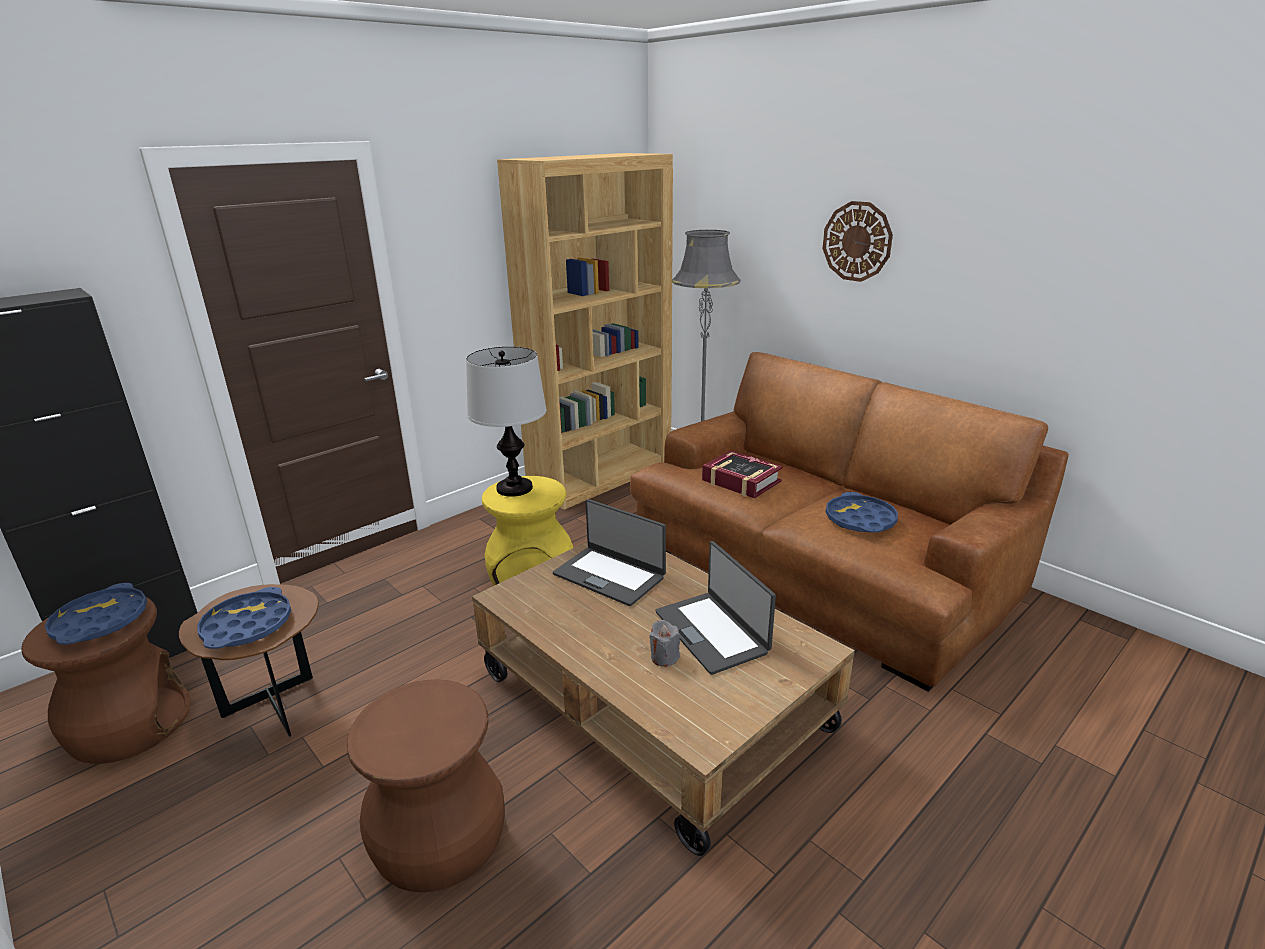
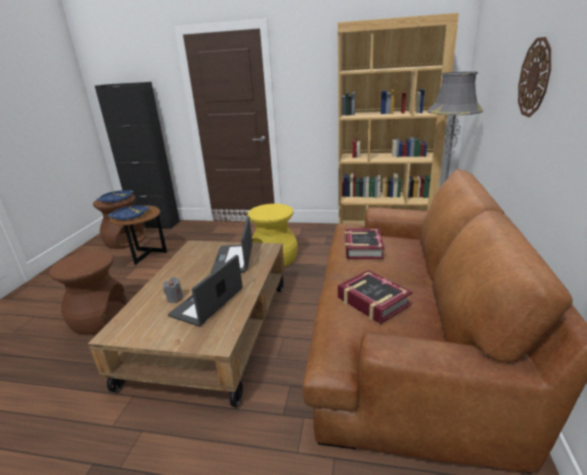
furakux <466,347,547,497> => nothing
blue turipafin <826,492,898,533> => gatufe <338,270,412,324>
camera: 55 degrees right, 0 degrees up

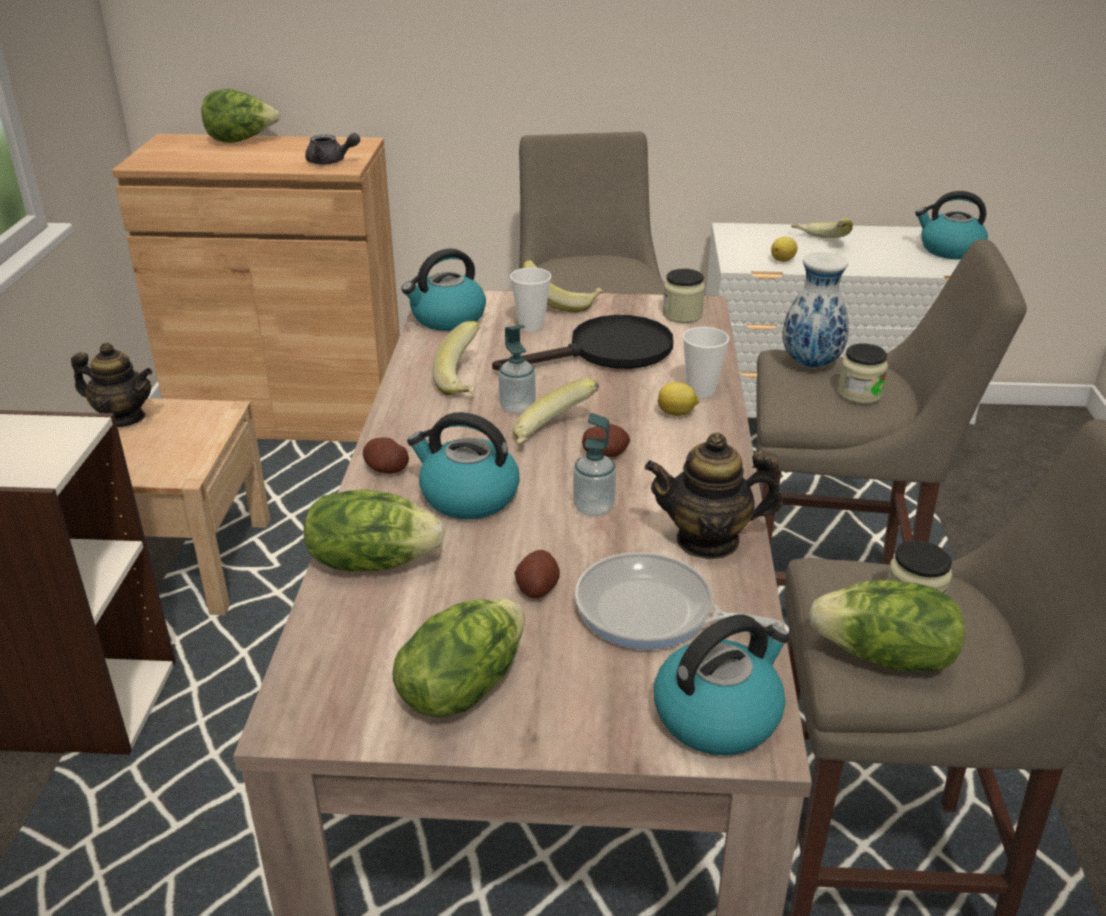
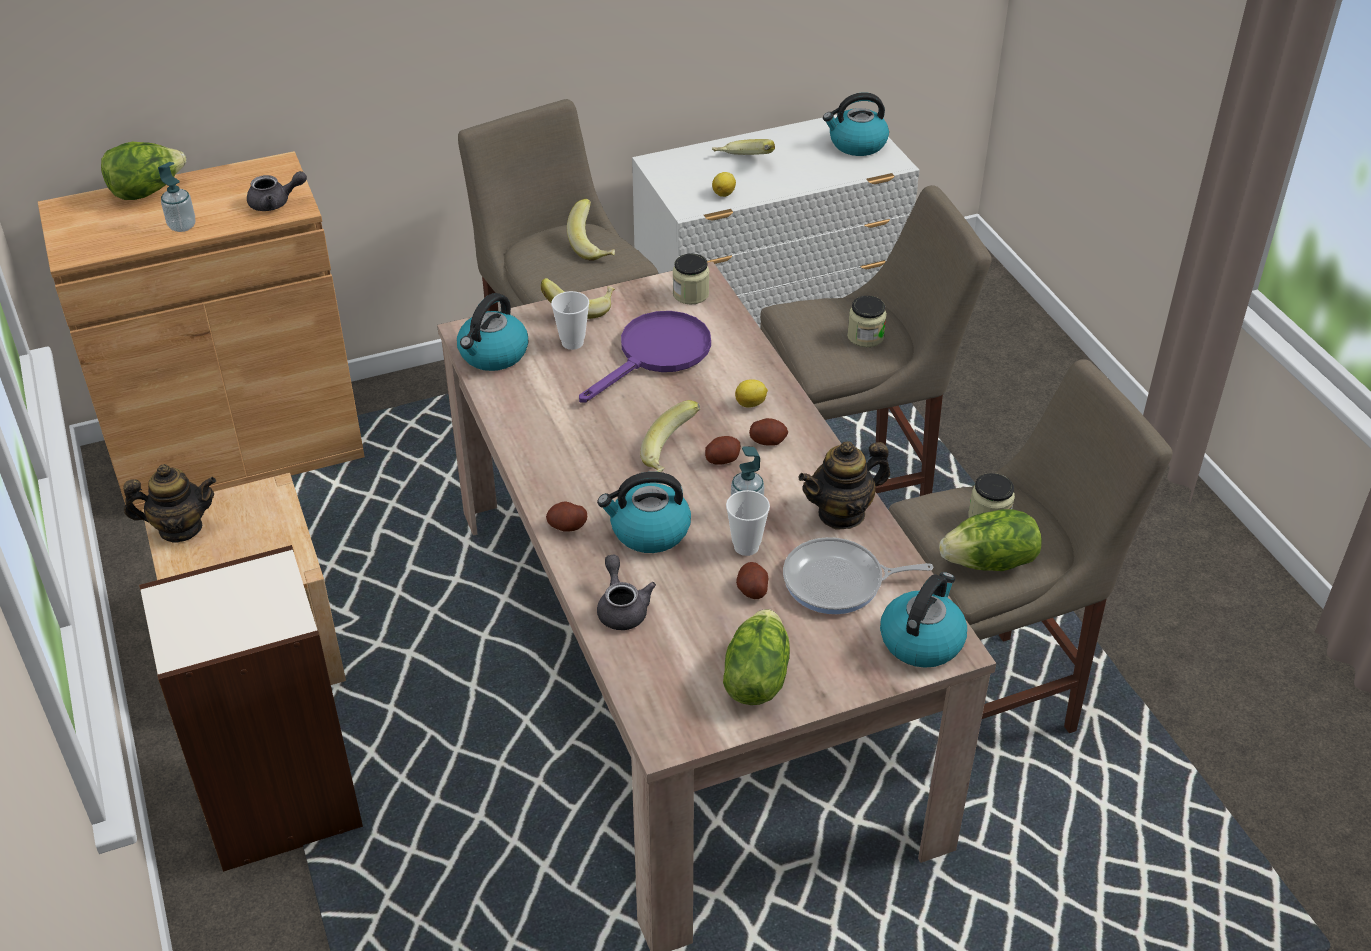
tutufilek <782,252,849,369> => nothing
nothing => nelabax <749,418,788,446>
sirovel <432,321,480,395> => sirovel <567,199,615,261>, move
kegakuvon <498,325,536,415> => kegakuvon <158,162,195,232>, move
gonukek <683,327,729,398> => gonukek <726,490,770,556>, move
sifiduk <304,489,444,571> => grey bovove <597,555,656,630>
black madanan <492,315,673,370> => purple madanan <579,311,711,403>
camera: 25 degrees left, 10 degrees up

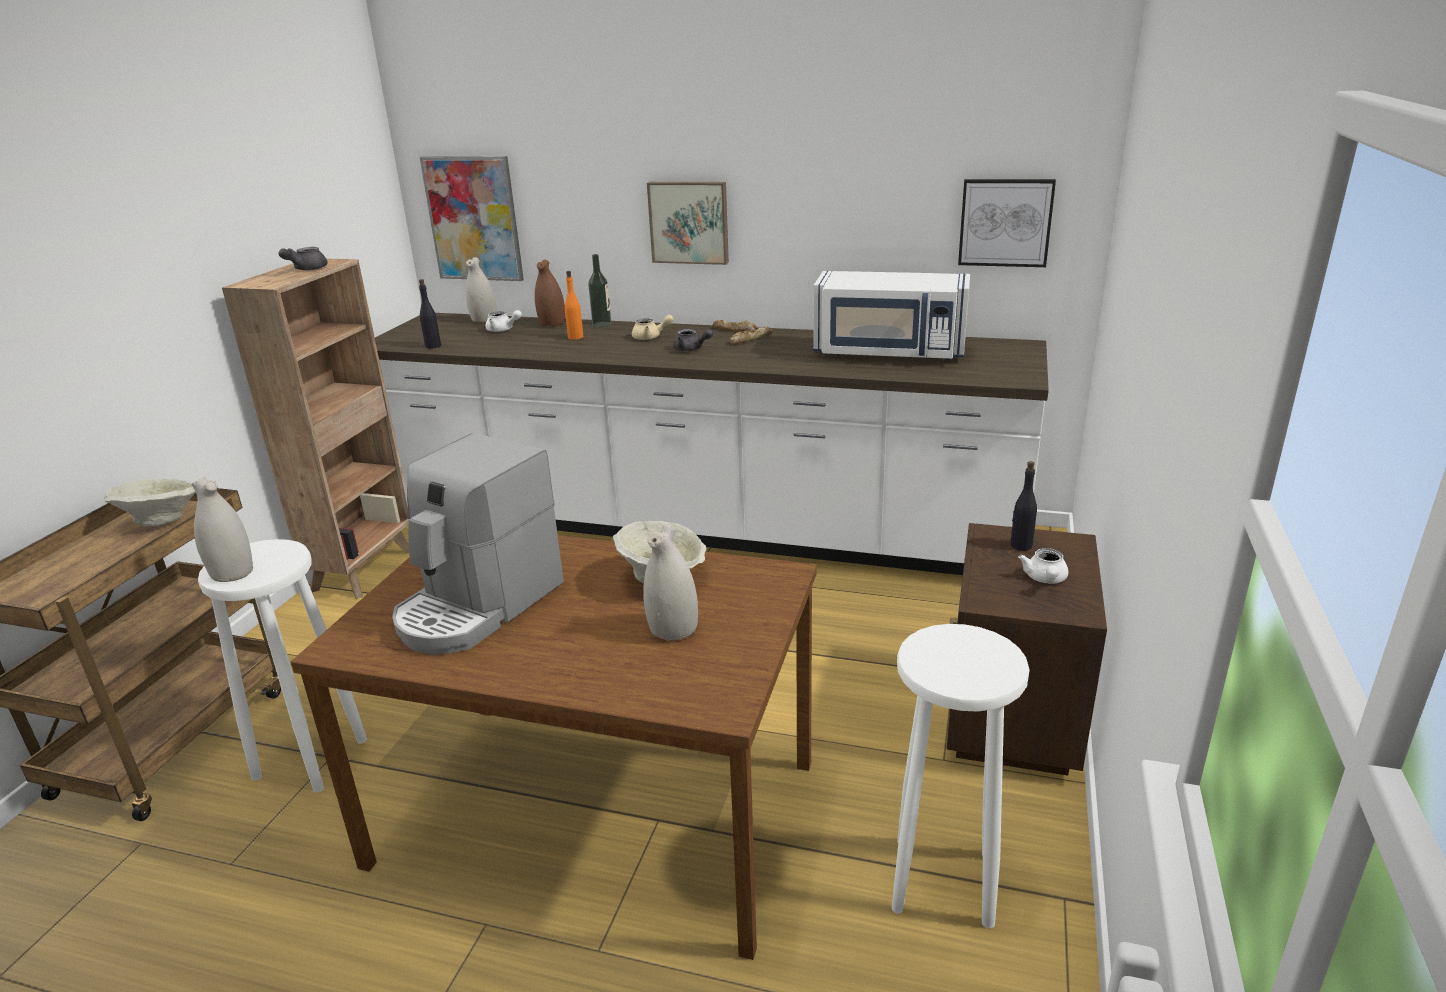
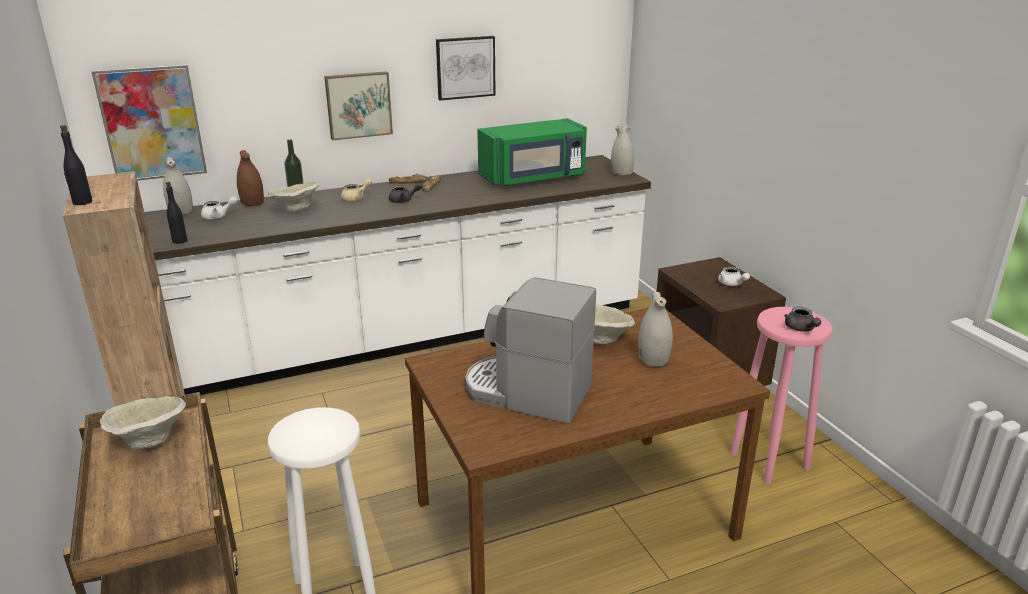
white tutufilek <191,477,253,582> => white tutufilek <611,124,634,176>, move
grey bovove <279,247,328,271> => grey bovove <784,307,821,332>, move
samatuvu <958,179,1056,267> => samatuvu <436,36,496,101>, move
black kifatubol <1010,461,1037,551> => black kifatubol <60,125,93,205>, move
orange kifatubol <565,271,583,340> => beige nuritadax <267,181,319,212>
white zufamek <813,271,970,361> => green zufamek <477,118,587,186>
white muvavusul <892,624,1030,928> => pink muvavusul <730,307,832,485>
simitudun <392,433,564,654> => simitudun <465,277,596,424>, 120 degrees clockwise
camera: 40 degrees left, 0 degrees up

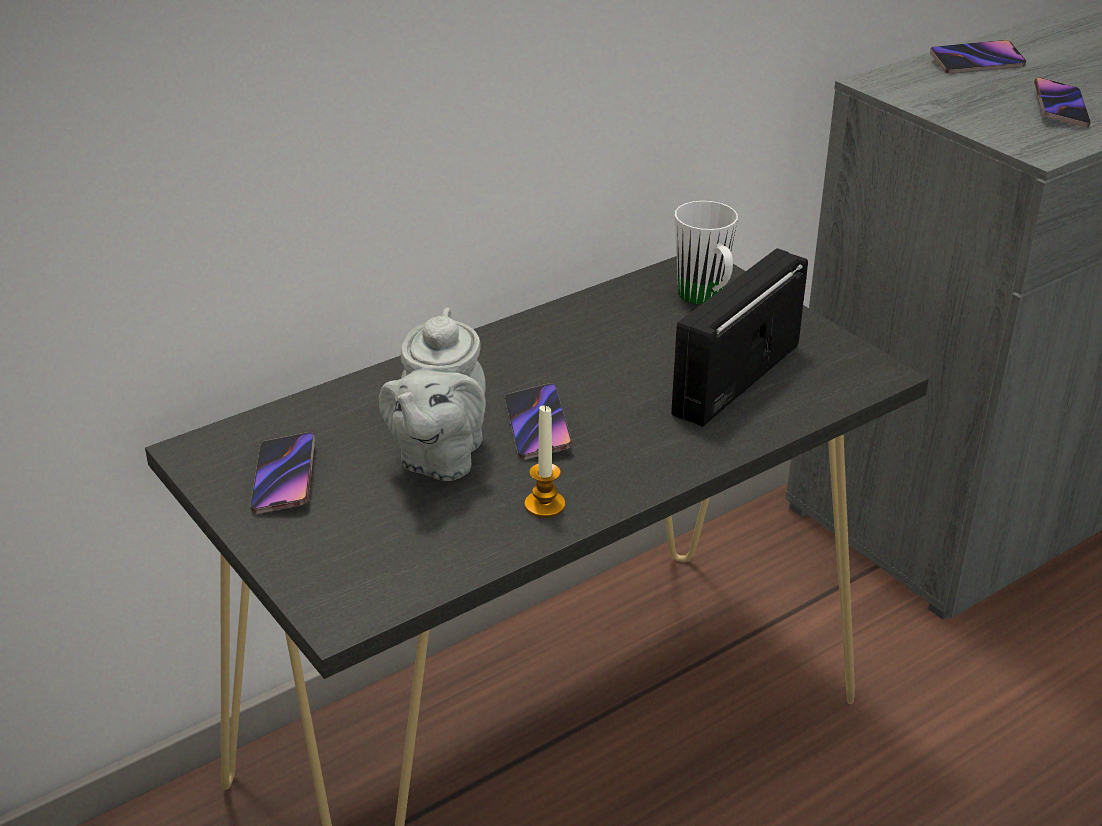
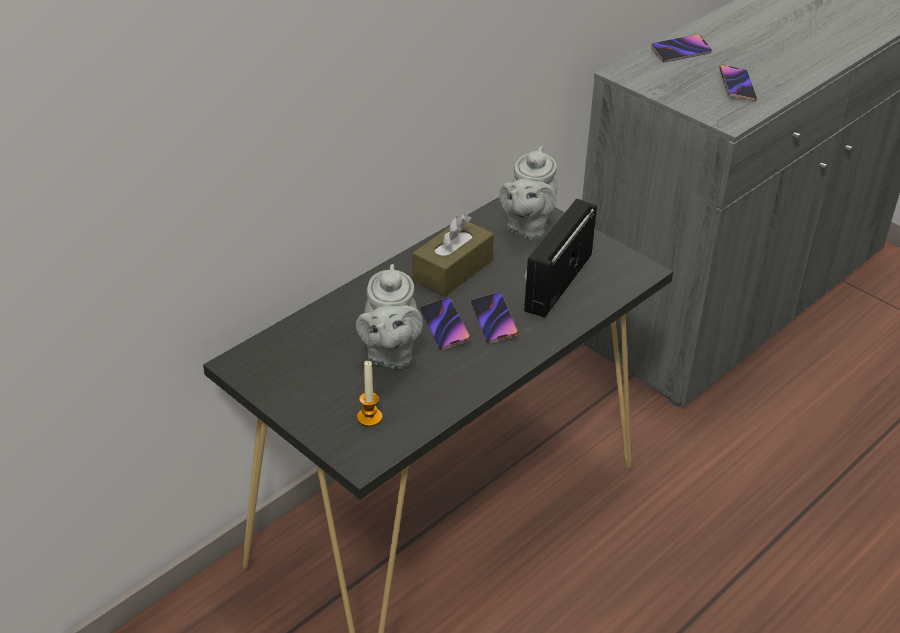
nothing => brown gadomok <412,214,494,297>
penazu <250,432,315,514> => penazu <471,292,518,344>, move
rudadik <525,405,565,518> => rudadik <357,361,382,427>, move
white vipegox <675,201,738,305> => grey bovove <499,146,557,240>
camera: 10 degrees left, 5 degrees up

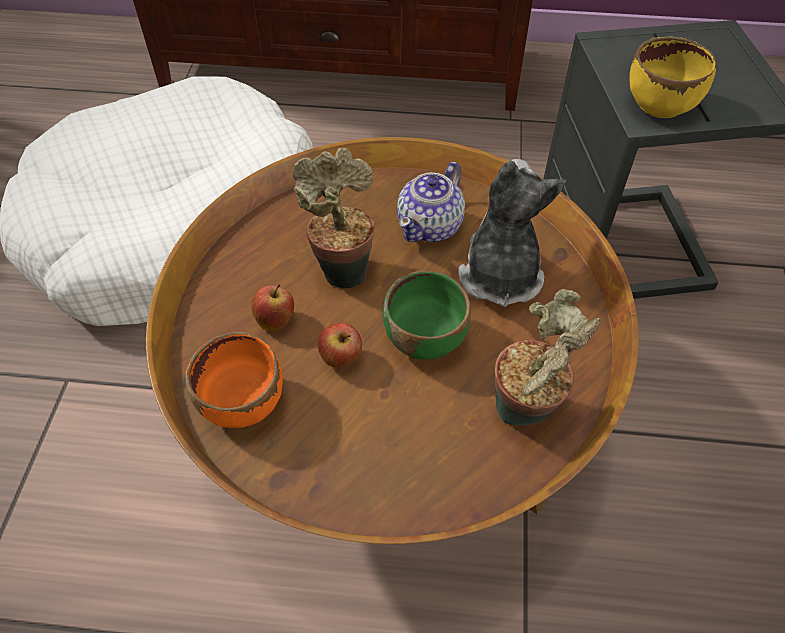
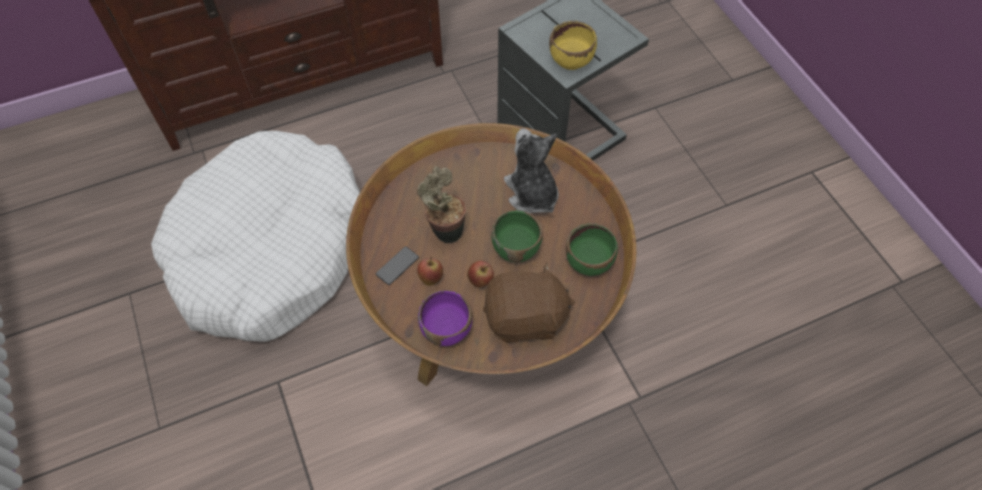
bovove <397,162,465,242> => nothing
nothing => penazu <376,246,419,285>
nothing => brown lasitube <483,263,575,343>
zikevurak <495,289,600,426> => green nuritadax <566,223,618,276>
orange nuritadax <185,332,283,428> => purple nuritadax <418,290,472,346>
camera: 30 degrees left, 5 degrees up

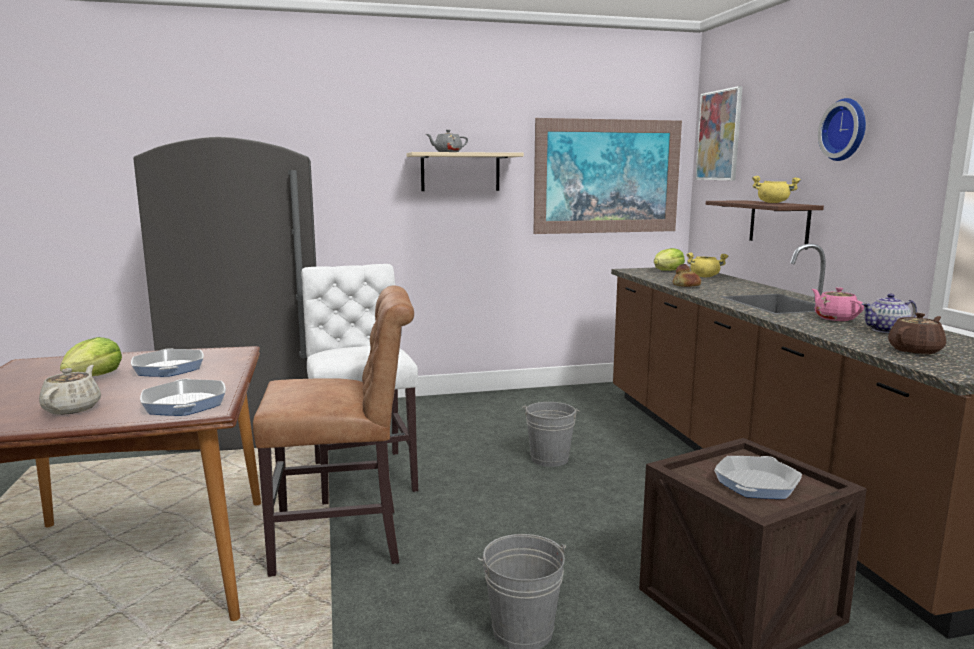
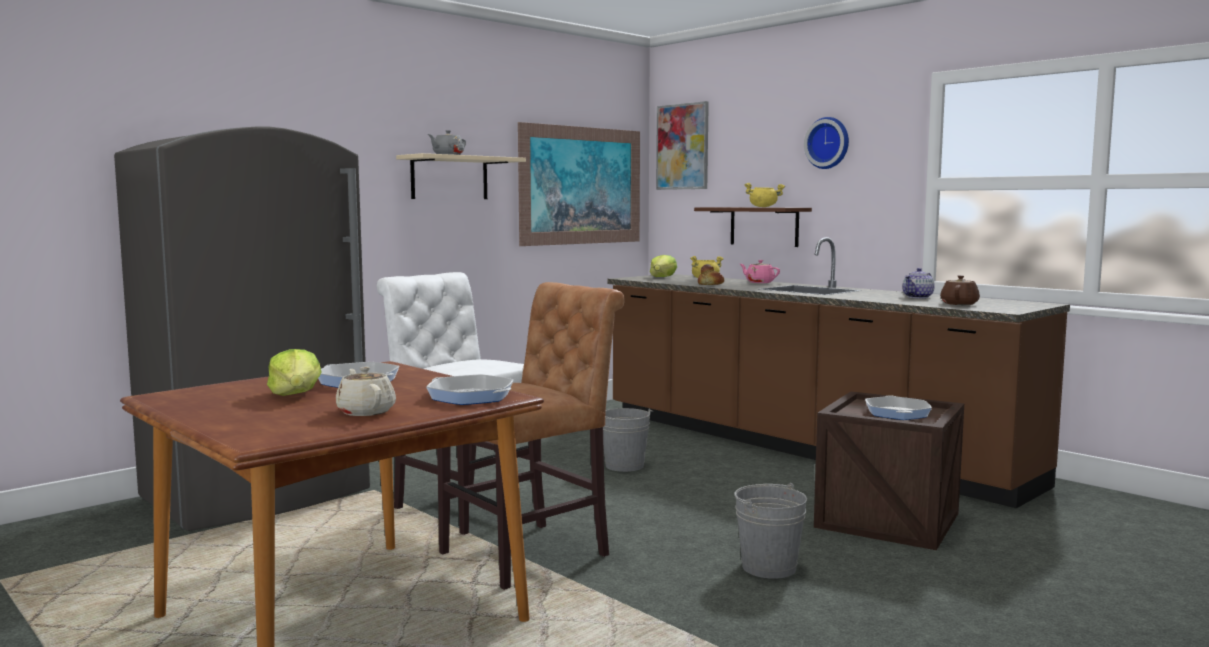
pink bovove <812,287,864,321> => pink bovove <740,260,780,283>, move
camera: 30 degrees left, 5 degrees down

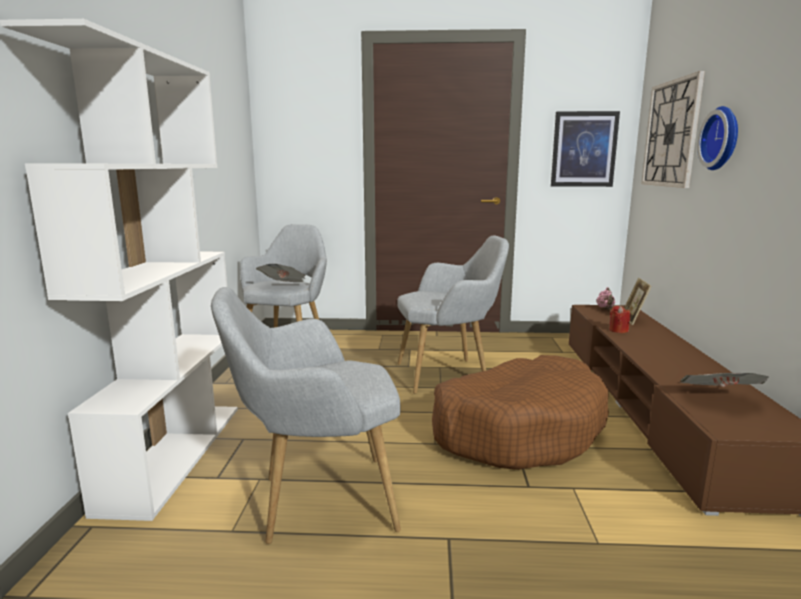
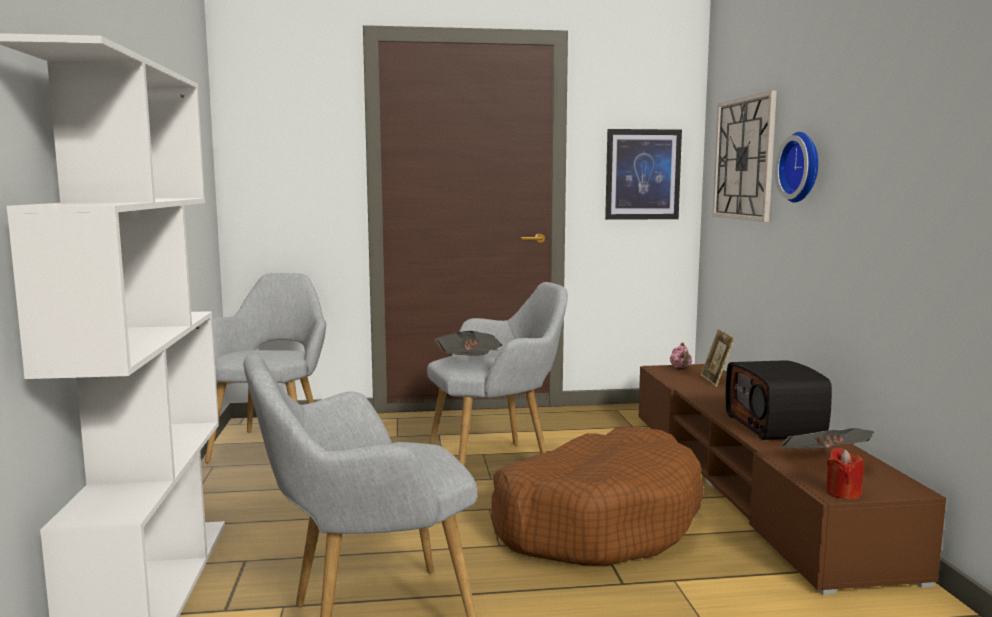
nothing => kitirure <726,360,832,440>
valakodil <256,264,306,282> => valakodil <434,331,502,356>, move
red rudadik <610,306,630,333> => red rudadik <826,448,864,500>, move
camera: 10 degrees left, 5 degrees down

